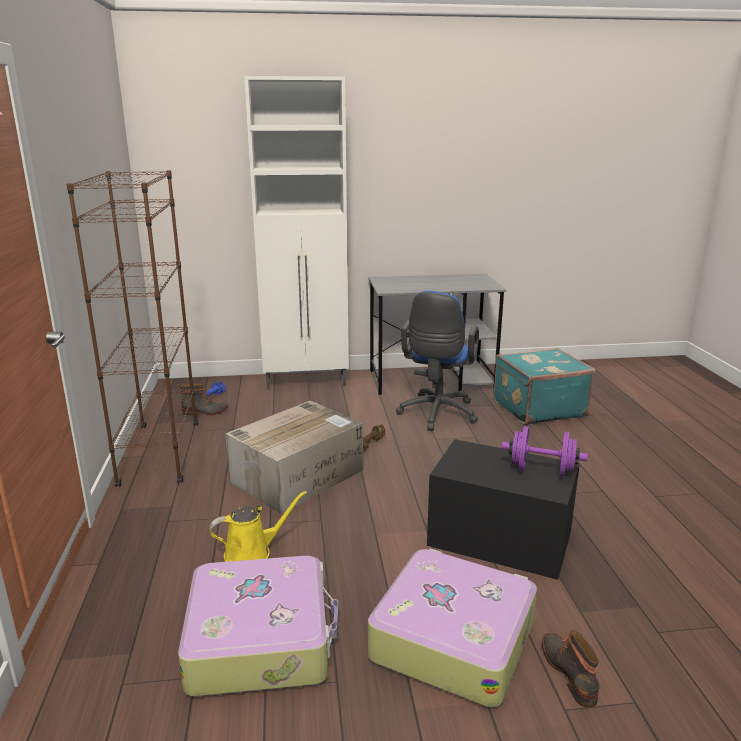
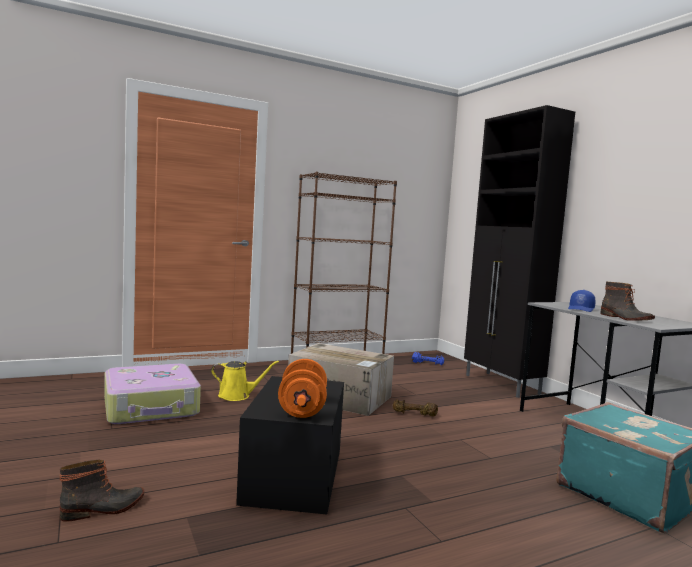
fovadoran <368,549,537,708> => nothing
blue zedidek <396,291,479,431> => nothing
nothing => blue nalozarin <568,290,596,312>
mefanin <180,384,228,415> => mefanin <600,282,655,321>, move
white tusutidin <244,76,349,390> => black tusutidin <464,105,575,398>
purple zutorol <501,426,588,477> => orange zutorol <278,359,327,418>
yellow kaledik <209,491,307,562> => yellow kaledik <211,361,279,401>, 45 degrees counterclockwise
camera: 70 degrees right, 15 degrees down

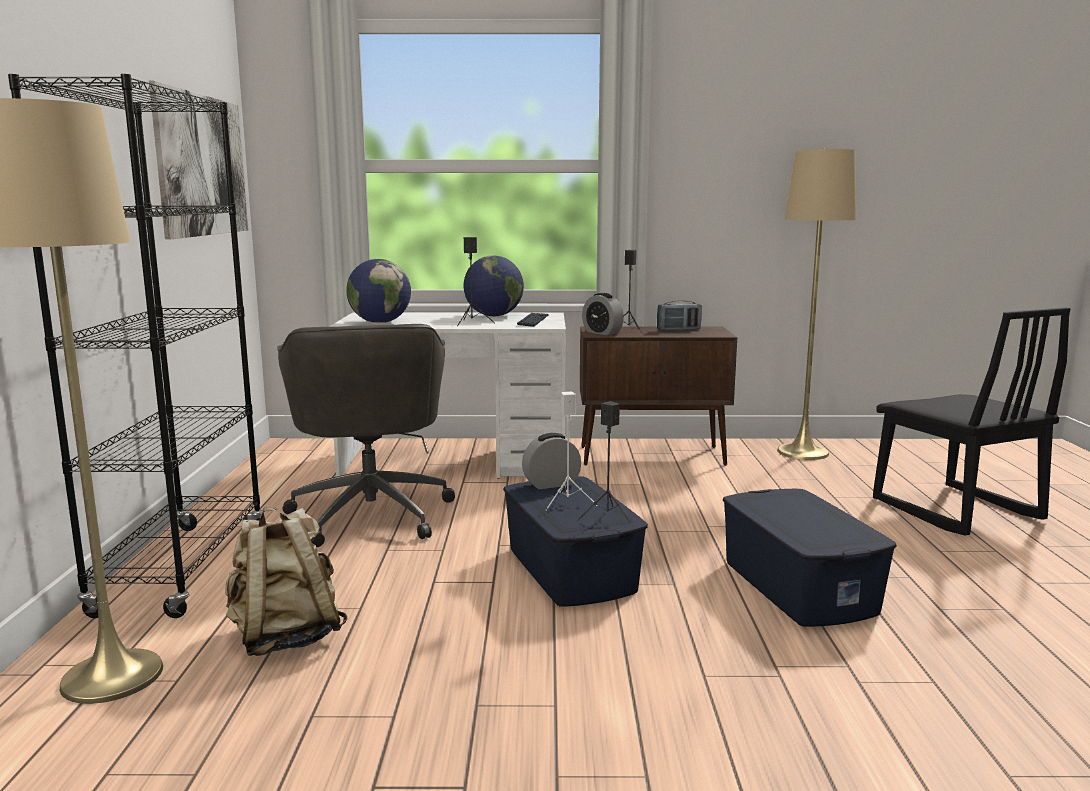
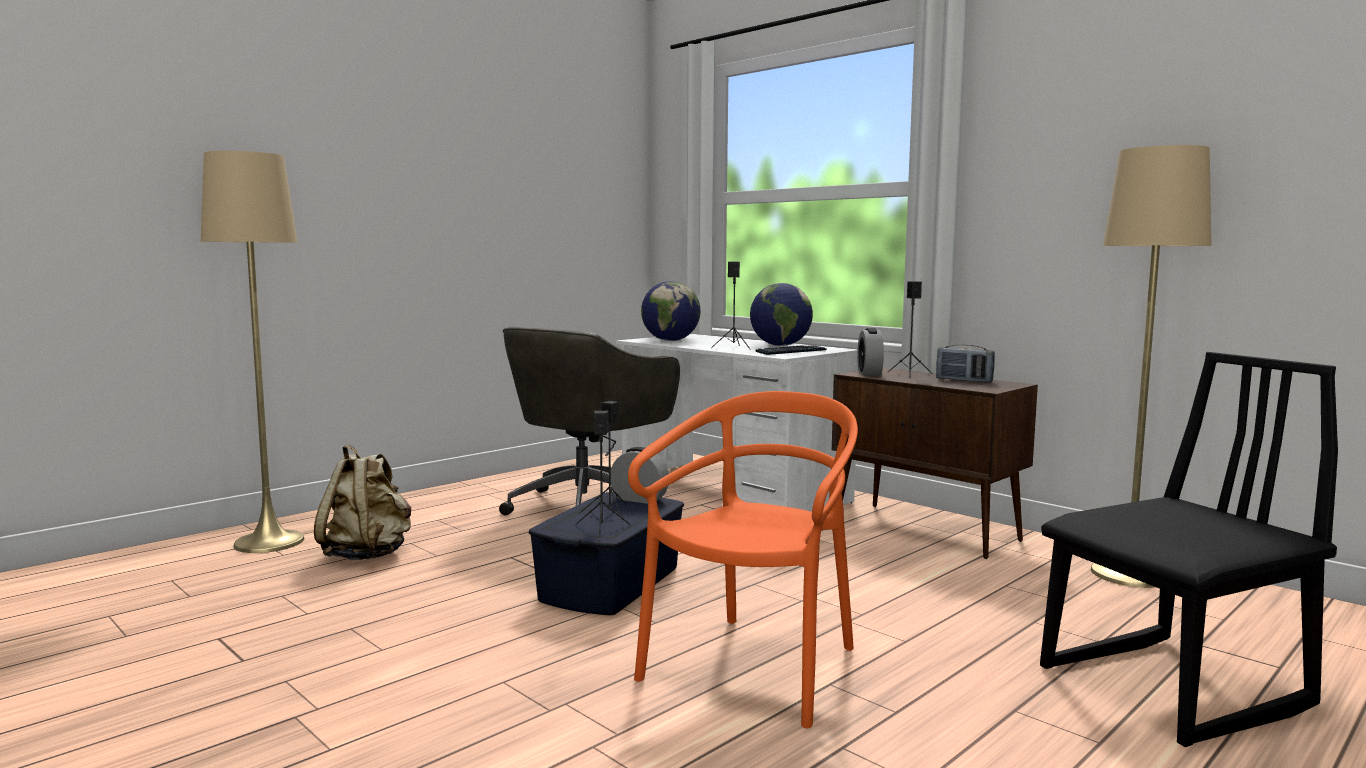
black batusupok <8,74,262,618> => nothing
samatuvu <149,81,248,240> => nothing
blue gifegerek <723,489,897,627> => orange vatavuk <628,391,858,729>
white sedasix <546,392,598,511> => black sedasix <579,401,628,522>
black vatavuk <873,307,1070,536> => black vatavuk <1040,352,1338,747>, 135 degrees counterclockwise
camera: 45 degrees right, 5 degrees down

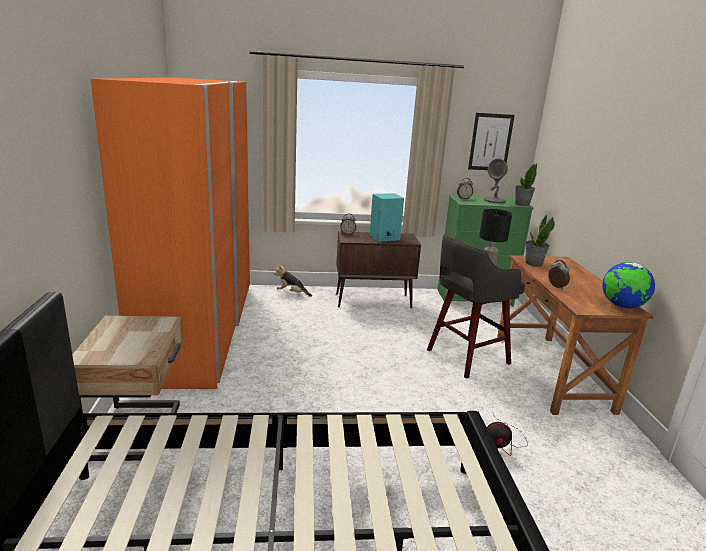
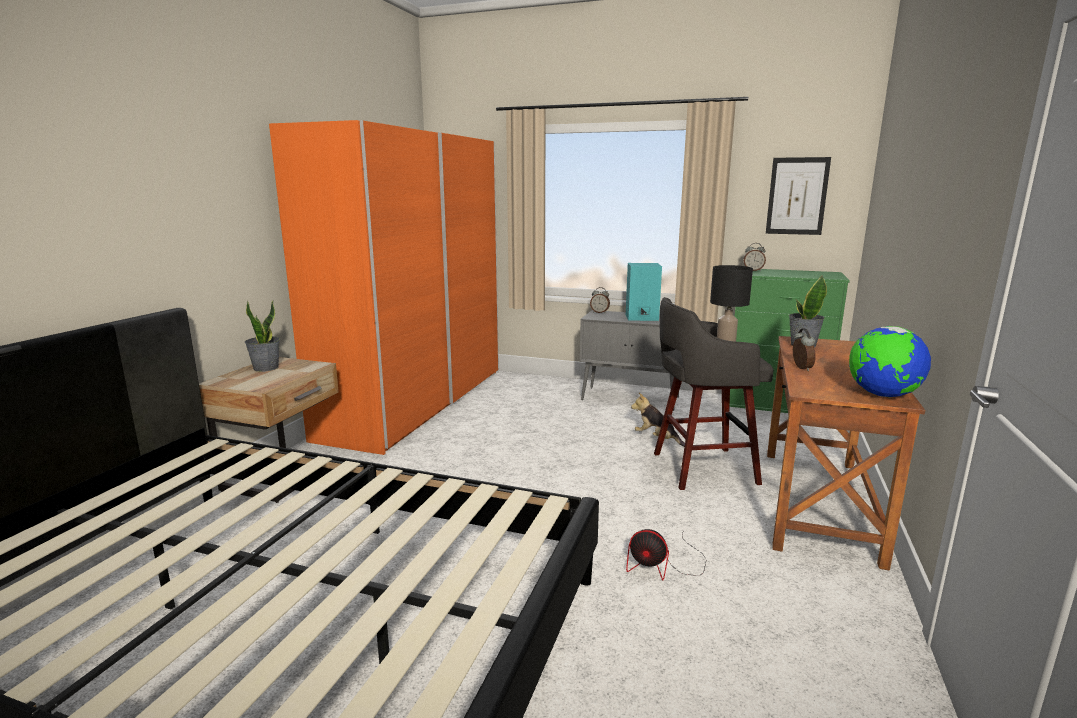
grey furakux <484,158,508,203> => nothing
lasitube <273,264,312,297> => lasitube <631,393,685,447>, move
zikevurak <515,163,537,206> => zikevurak <245,301,280,372>, move
brown tusutidin <336,231,421,309> => grey tusutidin <580,310,679,411>
camera: 25 degrees right, 5 degrees down

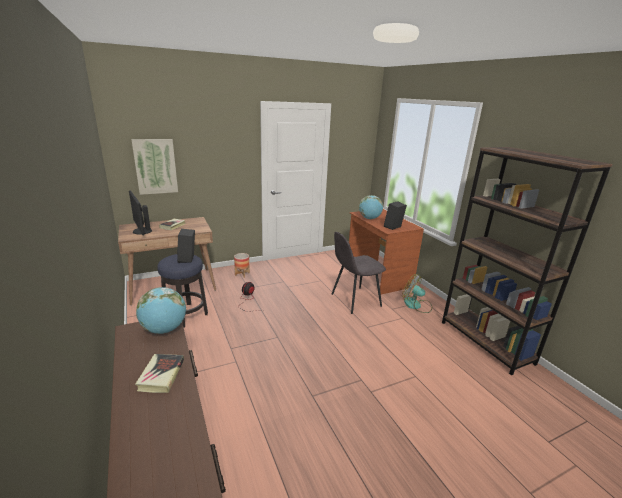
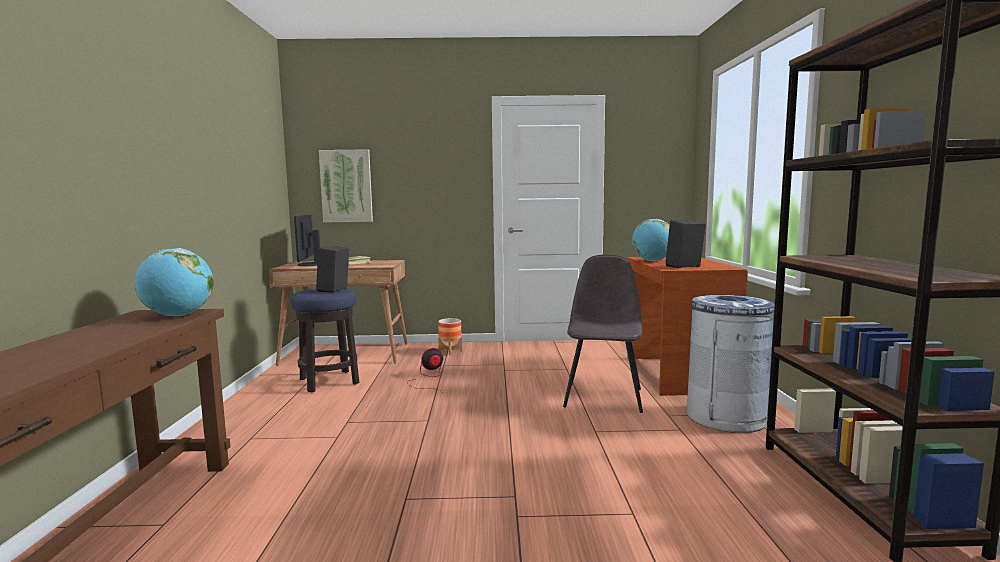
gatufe <135,354,184,393> => nothing
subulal <402,274,432,313> => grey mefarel <686,295,774,433>
grey vatavuk <332,232,386,314> => grey vatavuk <563,255,643,413>, 105 degrees clockwise
camera: 25 degrees right, 15 degrees down

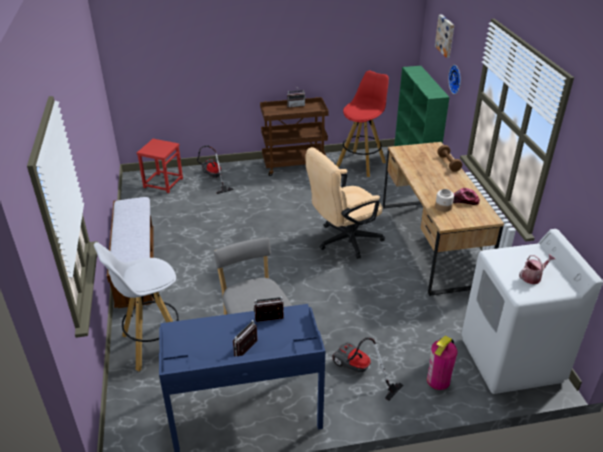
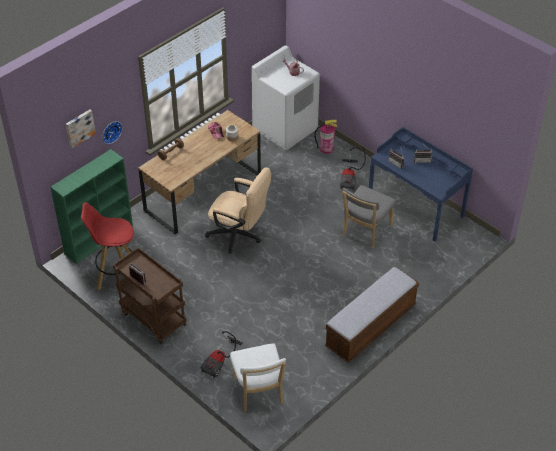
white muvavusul <94,242,179,371> => nothing
red muvavusul <137,139,183,193> => white vatavuk <230,343,286,412>
camera: 125 degrees left, 10 degrees up

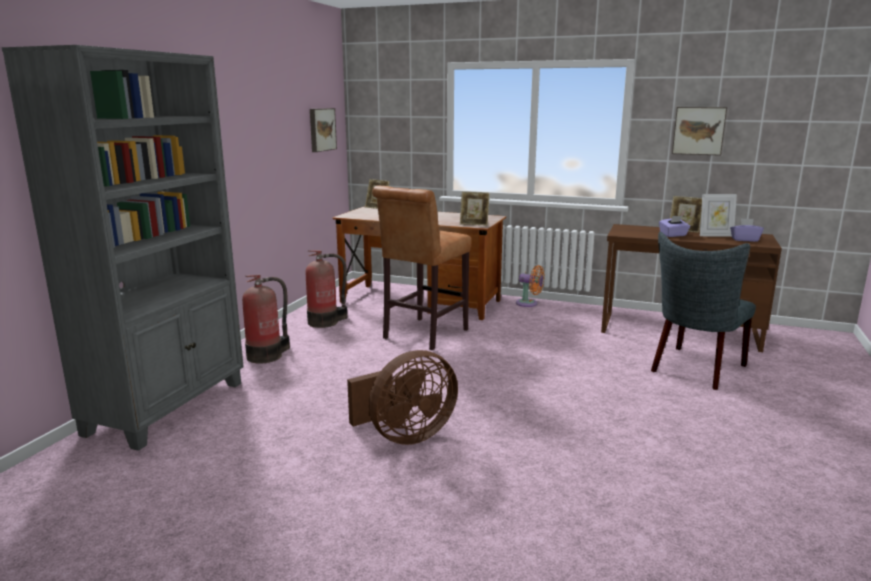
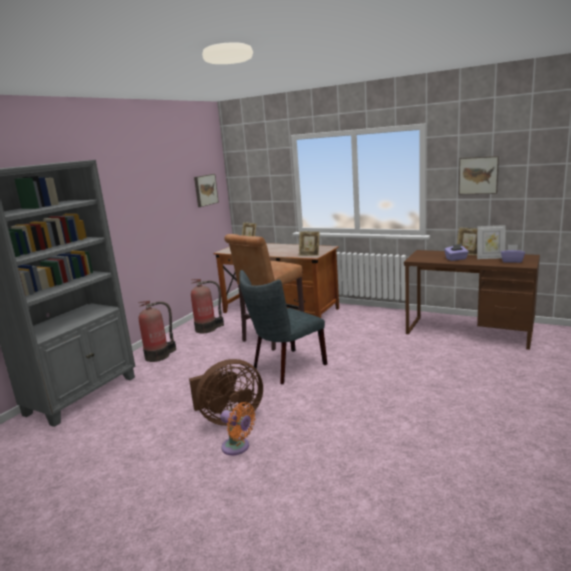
orange subulal <516,265,544,307> => orange subulal <221,402,255,456>, move
grey vatavuk <651,232,756,390> => grey vatavuk <239,270,327,384>, move
camera: 10 degrees right, 0 degrees up

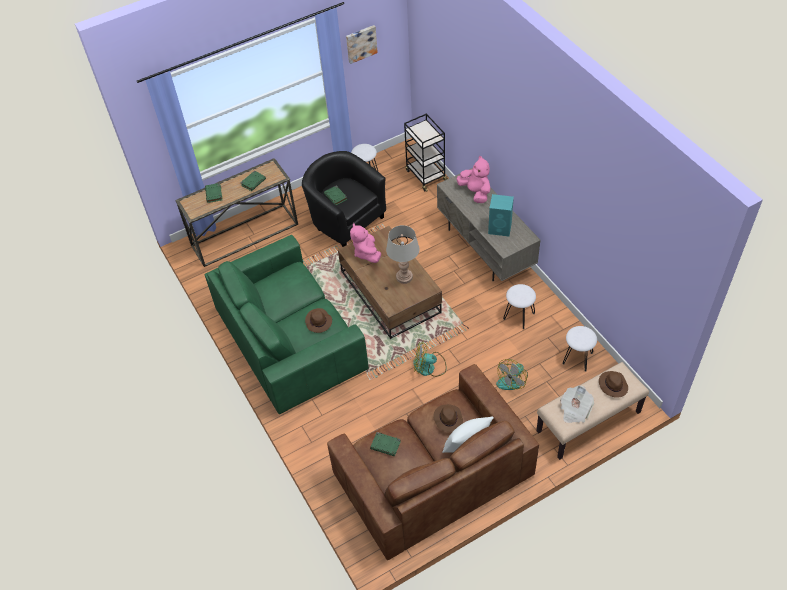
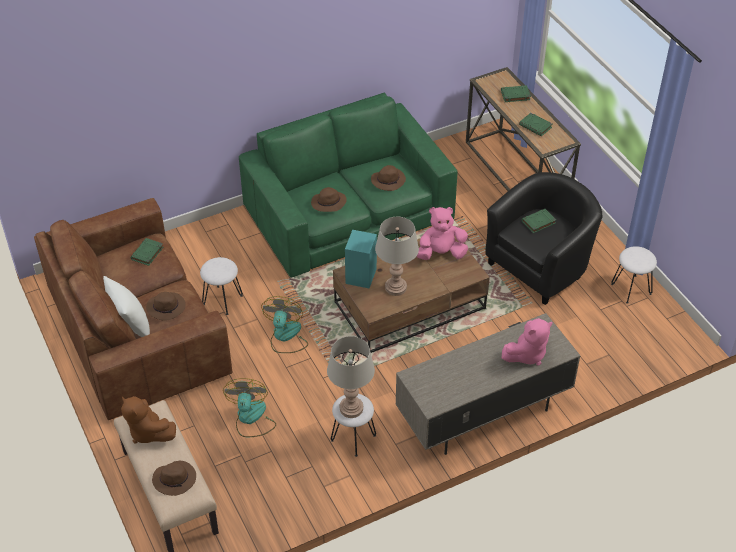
samatuvu <346,25,378,64> => nothing
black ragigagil <404,114,448,192> => nothing
nothing => grey furakux <327,336,375,418>
nothing => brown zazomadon <371,165,406,191>
turquoise sedasix <488,194,514,236> => turquoise sedasix <345,230,377,288>, move
white muvavusul <563,326,597,372> => white muvavusul <200,257,243,315>, move
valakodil <560,385,594,423> => brown lasitube <121,396,176,444>
subulal <496,359,528,390> => subulal <223,378,276,437>, 45 degrees clockwise
camera: 90 degrees right, 5 degrees down

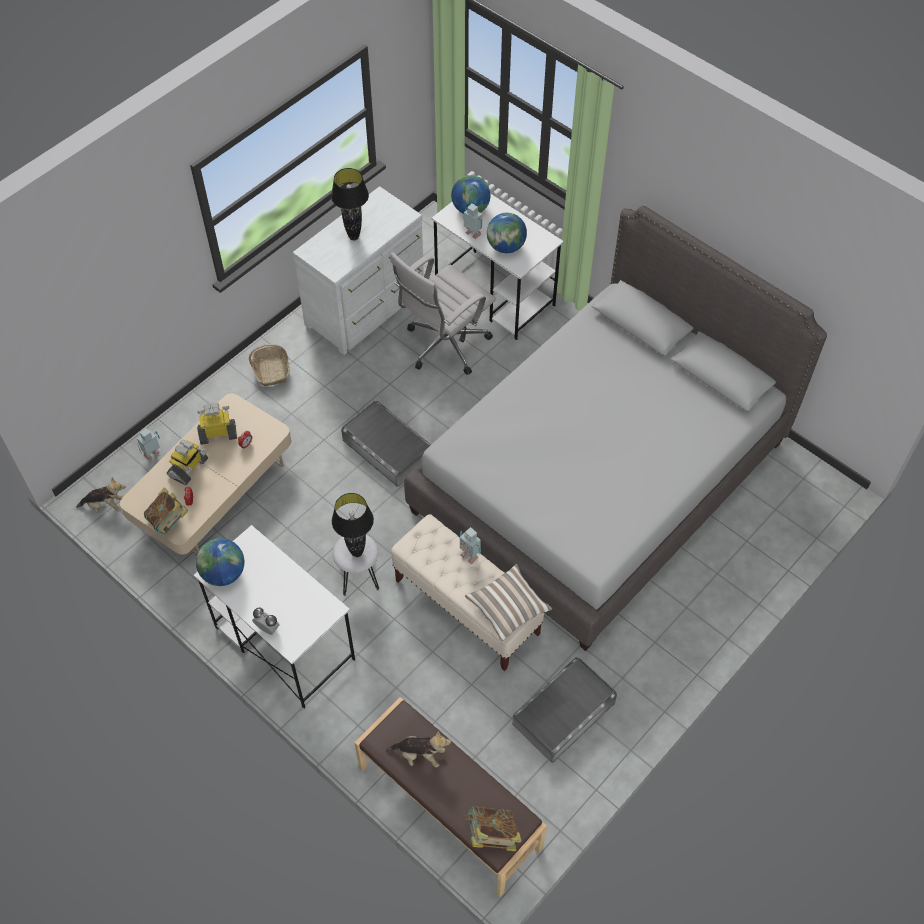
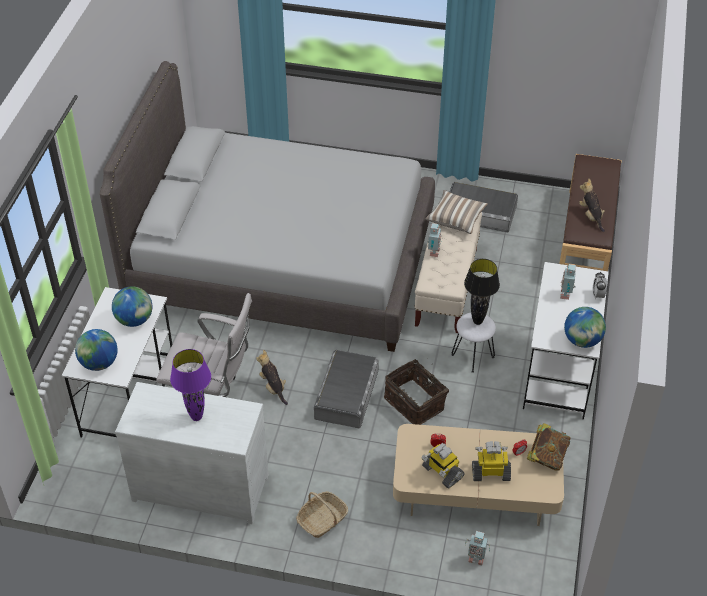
gatufe <465,806,522,851> => nothing
nothing => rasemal <384,359,449,425>
lasitube <76,477,126,513> => lasitube <256,350,288,405>, move
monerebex <463,203,482,239> => monerebex <560,264,576,300>, move
black furakux <331,168,369,240> => purple furakux <170,349,211,421>
camera: 120 degrees left, 10 degrees down

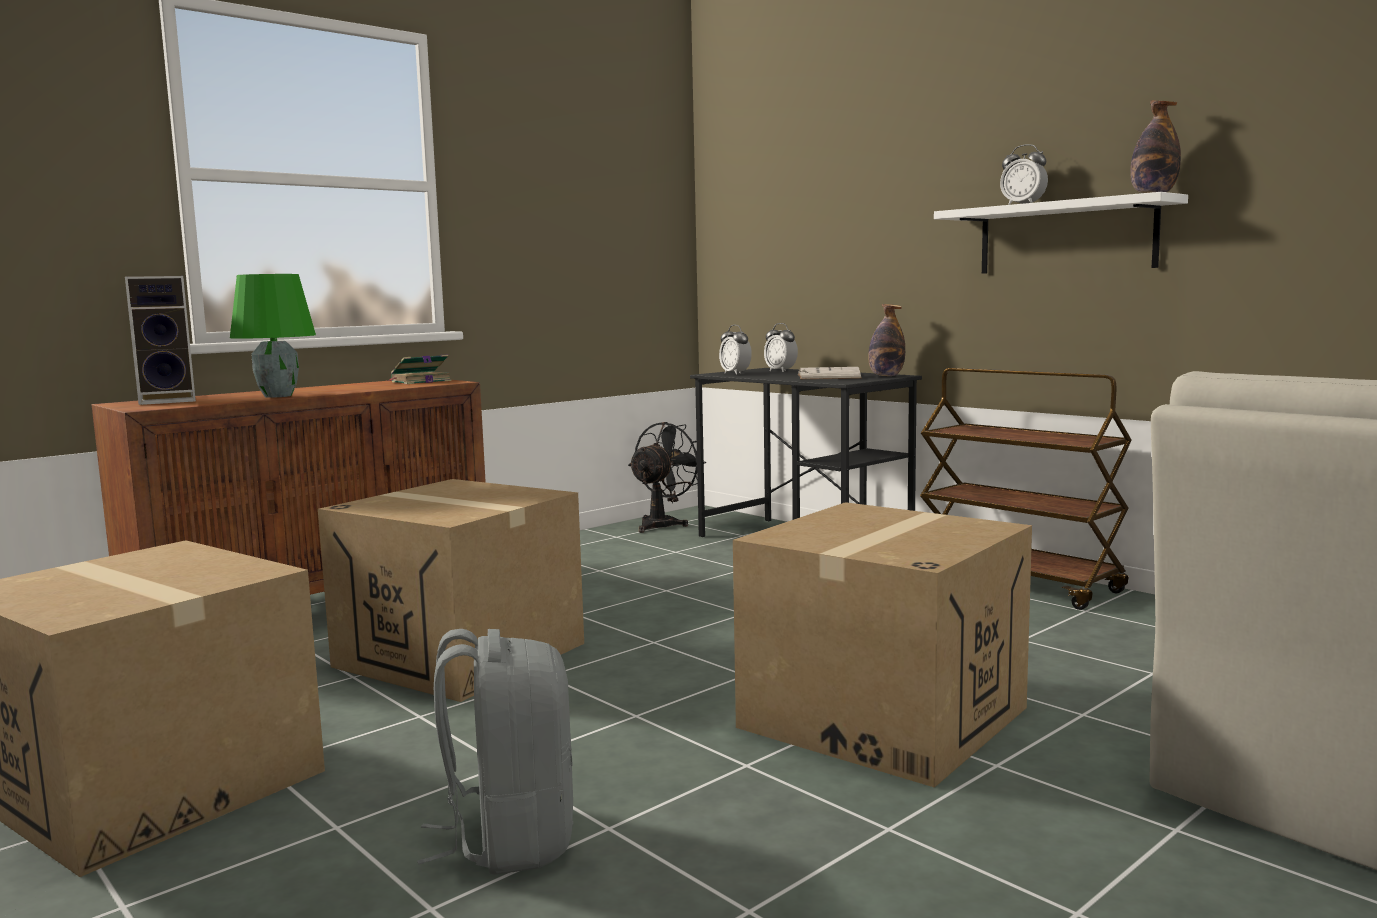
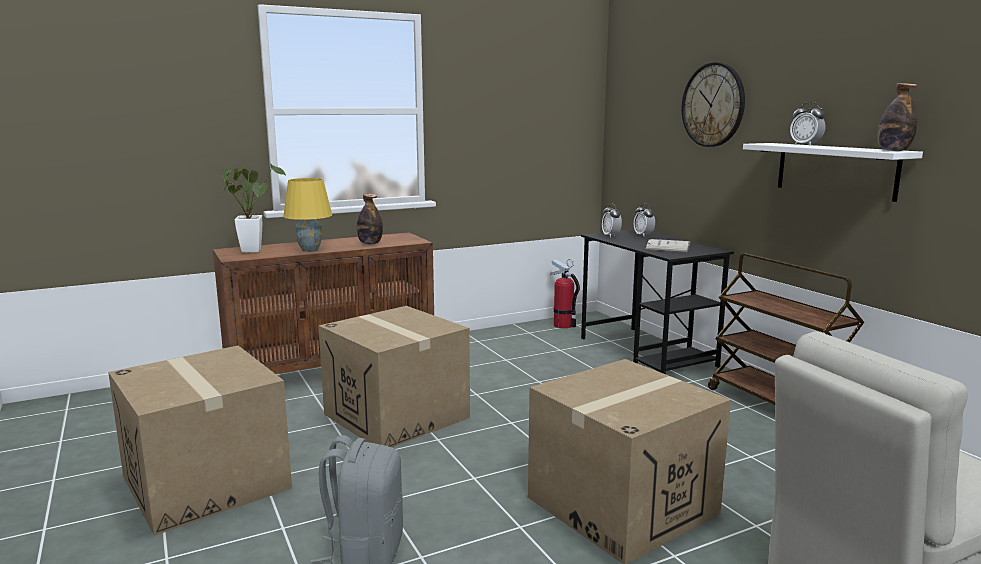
gatufe <385,355,452,384> => nothing
nothing => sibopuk <682,62,745,147>
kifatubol <868,304,905,376> => kifatubol <357,193,383,245>, move
sedasix <125,276,196,405> => zikevurak <221,163,286,253>
black subulal <628,422,706,533> => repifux <550,259,580,328>
green furakux <230,274,316,398> => yellow furakux <283,178,332,252>
camera: 15 degrees right, 5 degrees up

